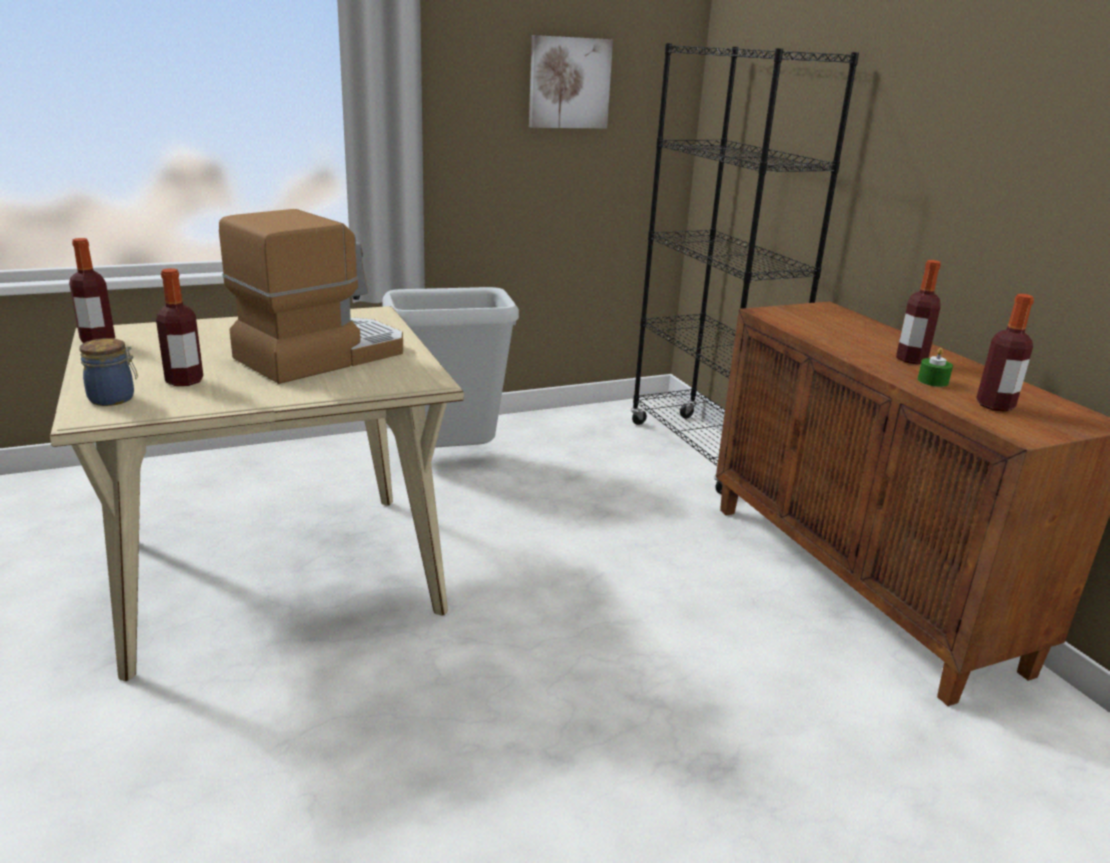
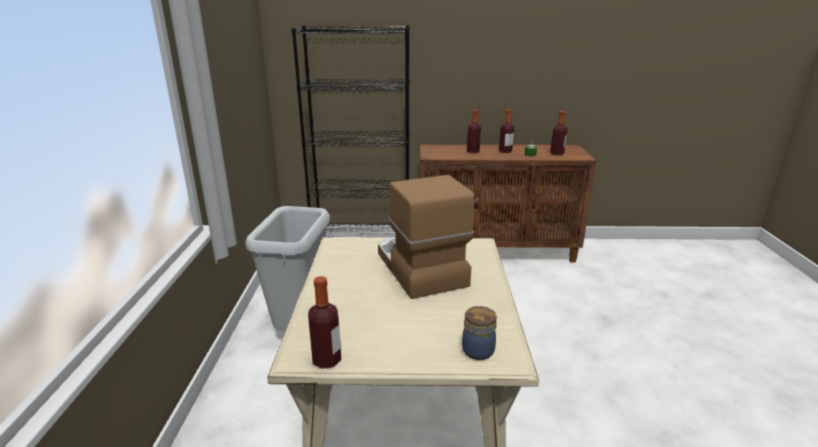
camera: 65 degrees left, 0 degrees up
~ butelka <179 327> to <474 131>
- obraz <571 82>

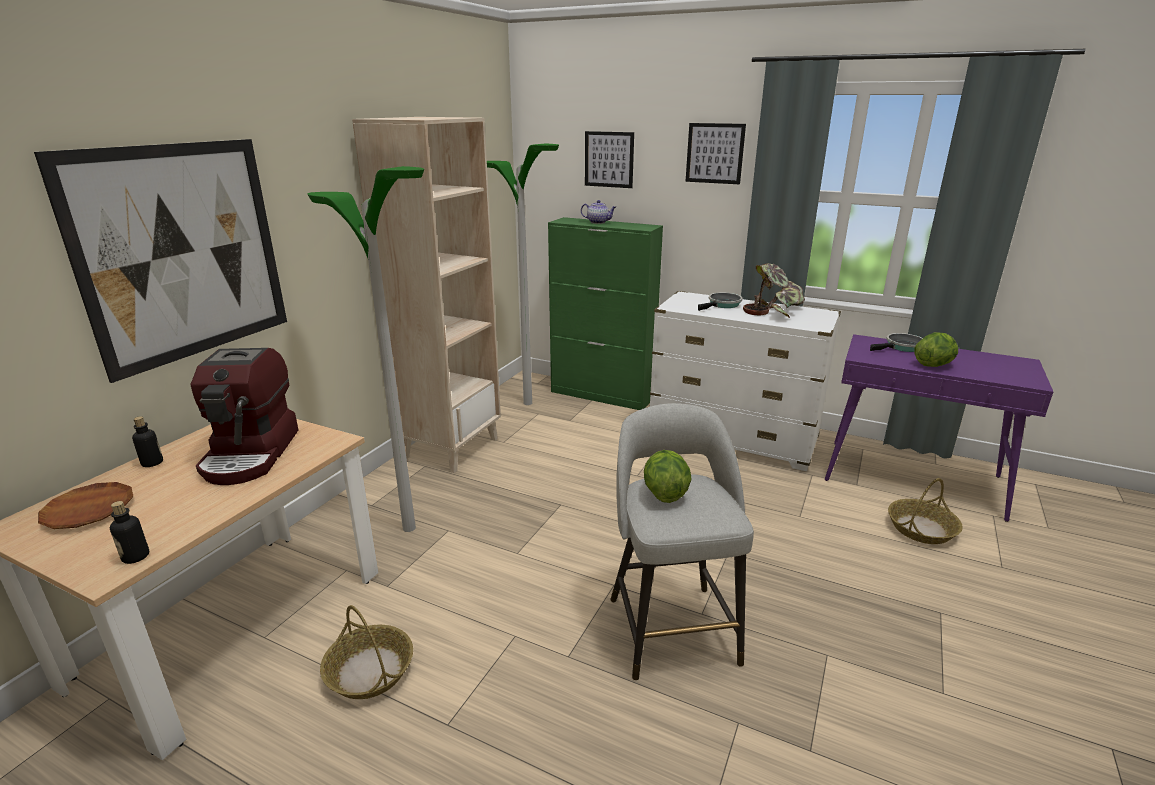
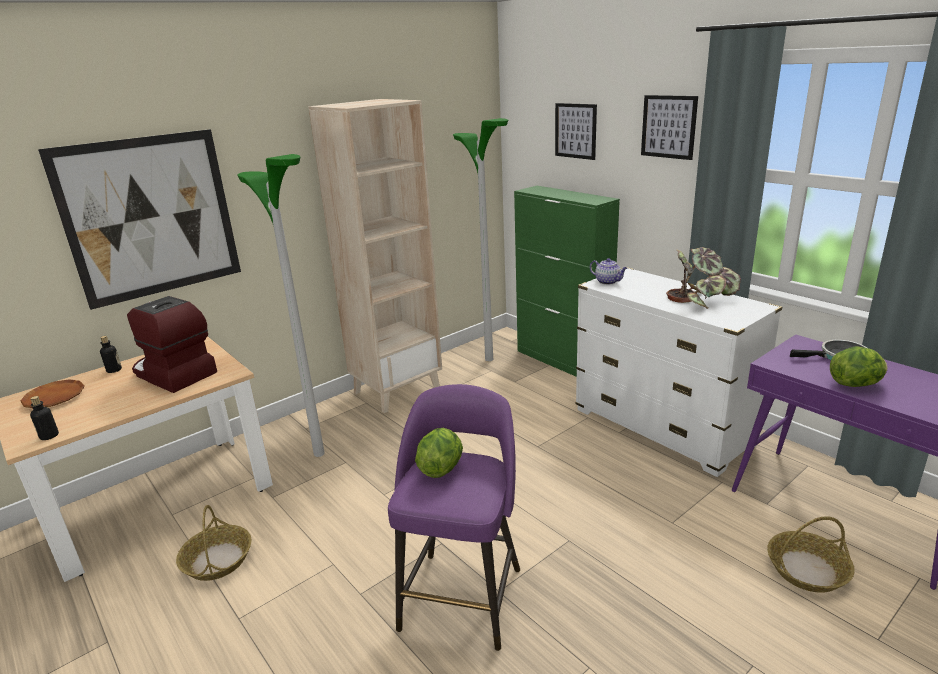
camera: 25 degrees right, 0 degrees up
~ ekspres do kawy <244 416> = <172 344> 105 degrees clockwise
~ stołek/szary <682 541> to stołek/fioletowy <454 517>
~ imbryk <598 212> to <608 271>
- patelnia <720 301>

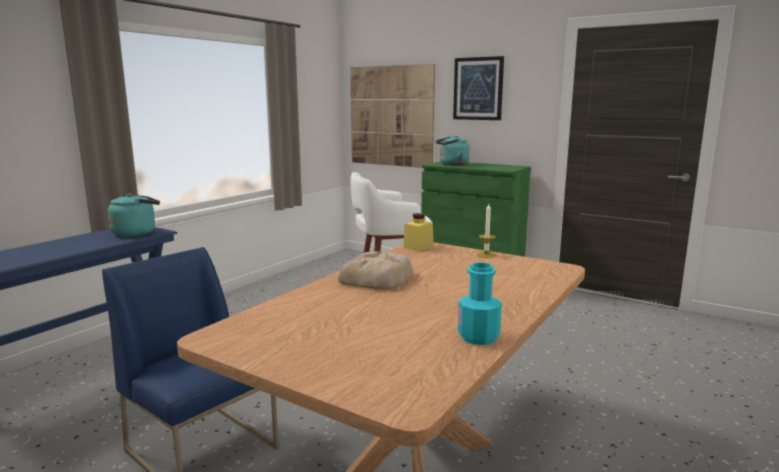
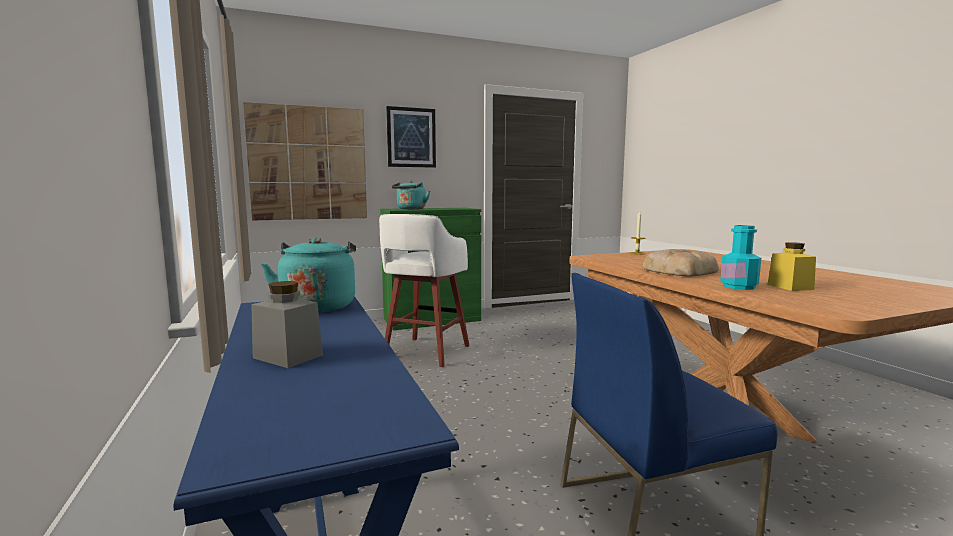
camera: 55 degrees left, 5 degrees down
+ słoik/szary <287 324>
~ butelka/turkusowy <480 303> to <740 257>
~ słoik/żółty <418 232> to <791 266>

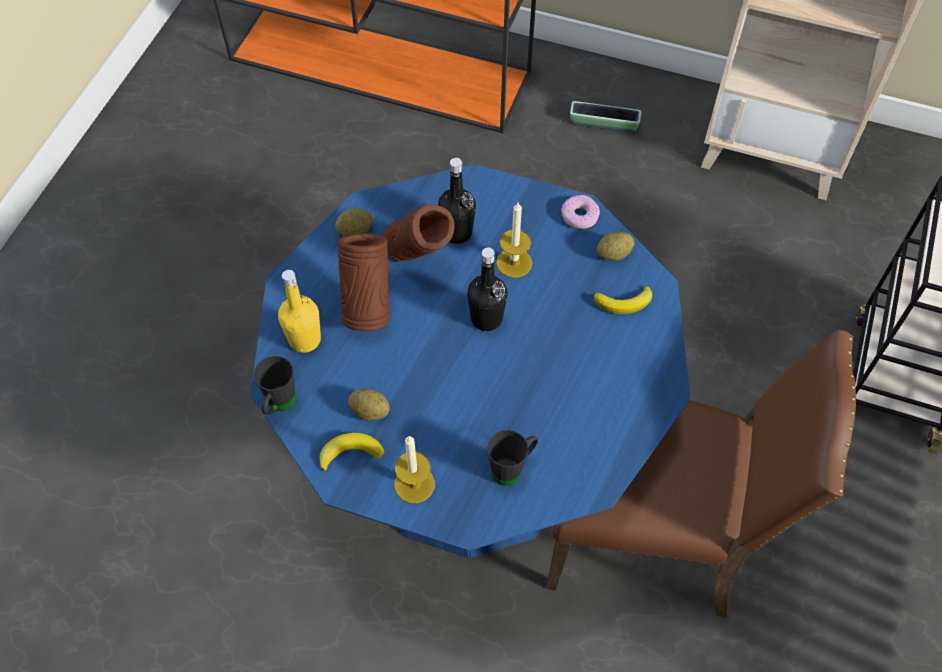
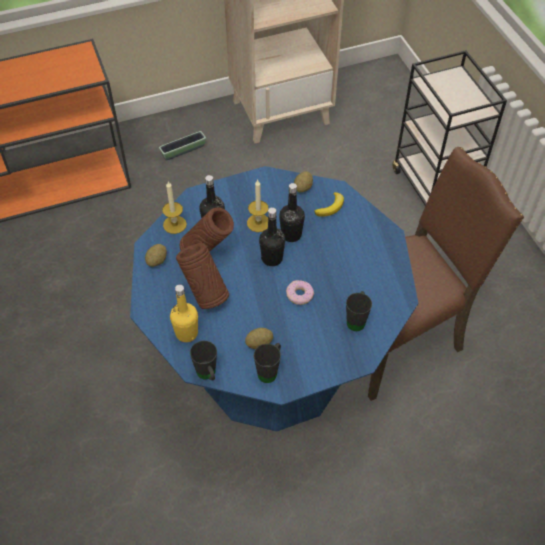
camera: 40 degrees left, 5 degrees down
~ świeca <414 469> to <174 208>
~ banan <351 452> to kubek/czarny <267 363>
+ butelka/czarny <292 212>
~ donut <580 212> to <300 292>

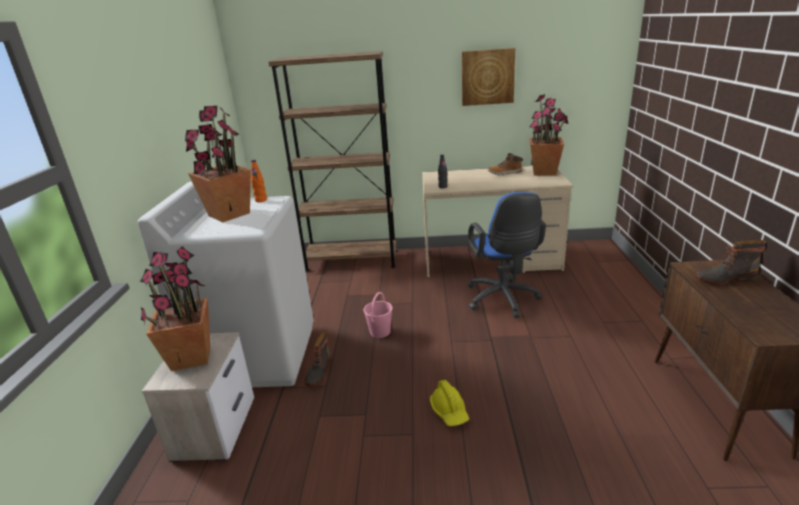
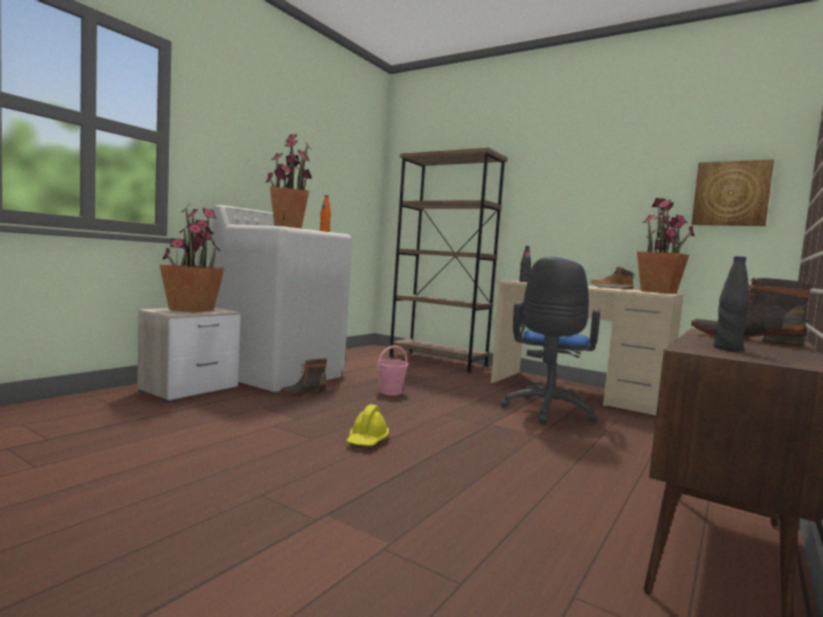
camera: 30 degrees right, 20 degrees down
~ obraz <488 77> to <733 192>
+ butelka/czarny <731 303>

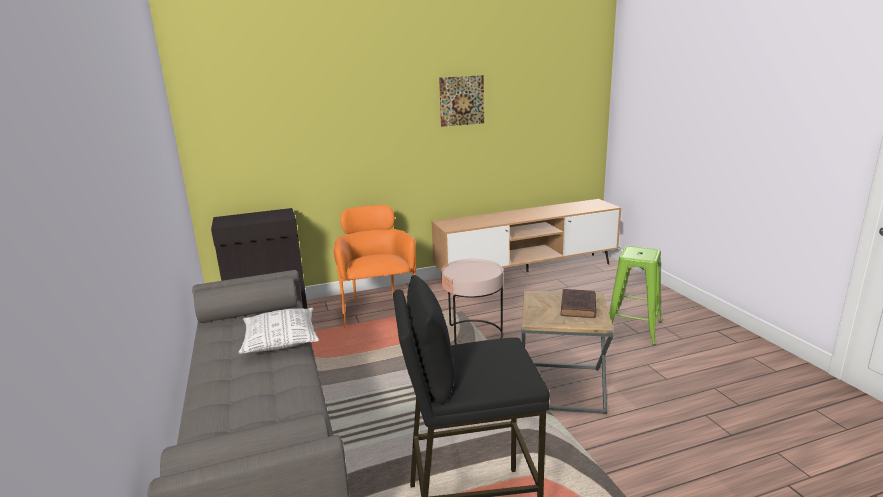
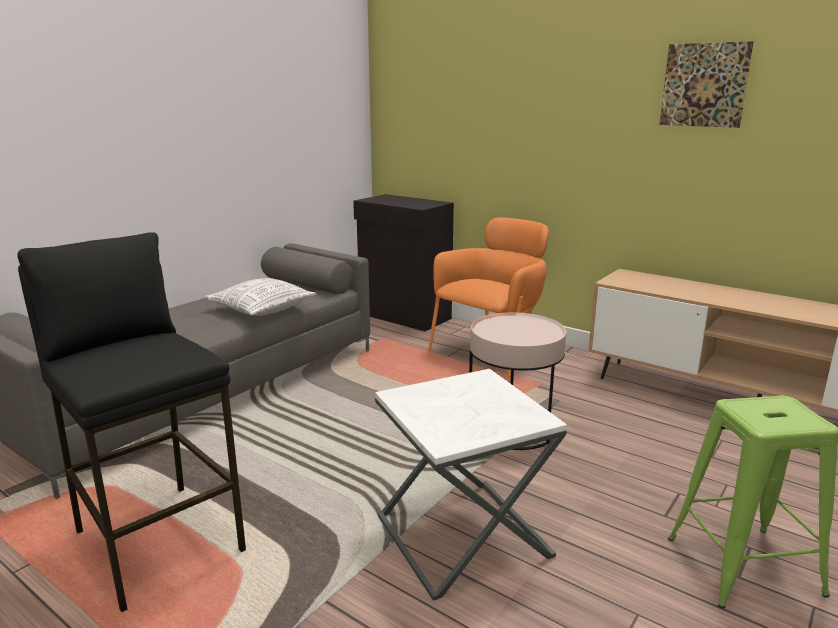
camera: 55 degrees right, 0 degrees up
~ stolik/brązowy <568 352> to stolik/biały <471 484>
- książka/brązowy <578 303>

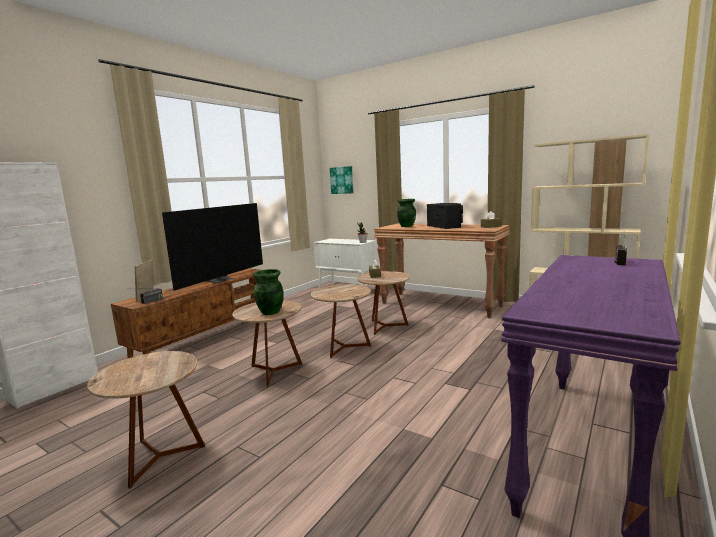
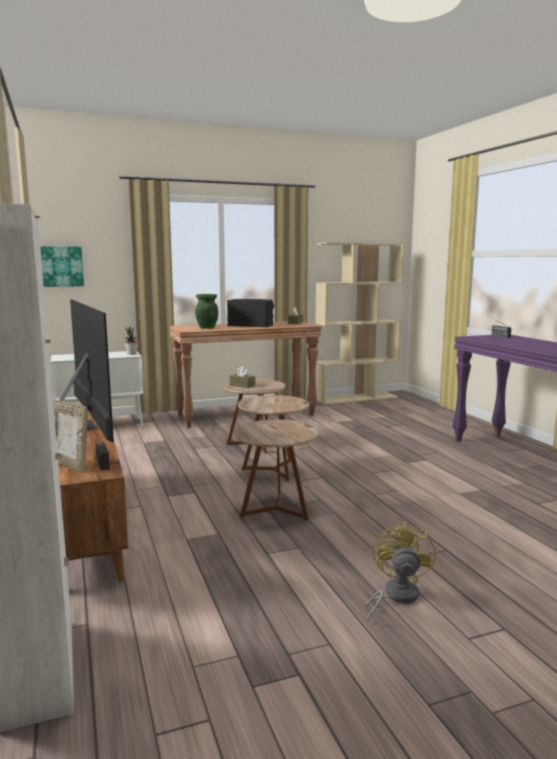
camera: 55 degrees left, 0 degrees up
~ stolik/brązowy <146 420> to wentylator/żółty <400 572>
- wazon/zielony <268 292>

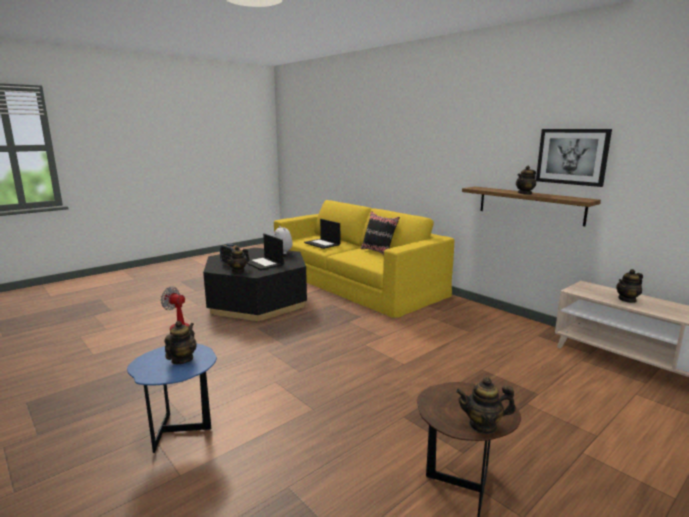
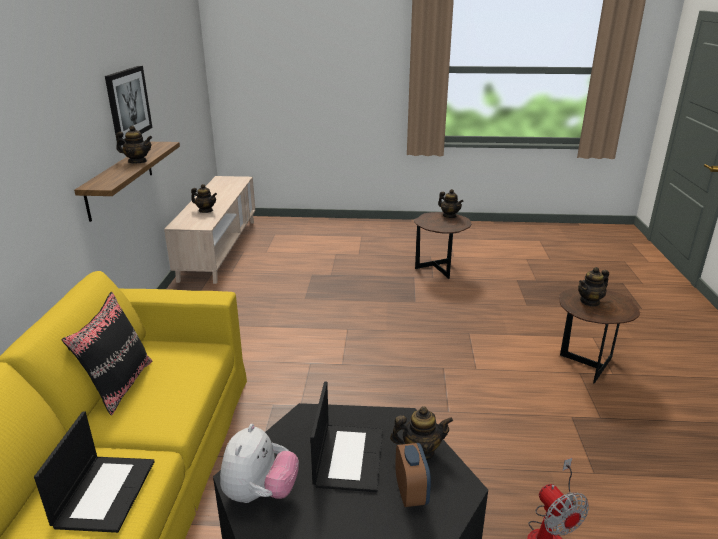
camera: 135 degrees left, 10 degrees up
~ stolik/niebieski <172 398> to stolik/brązowy <599 336>

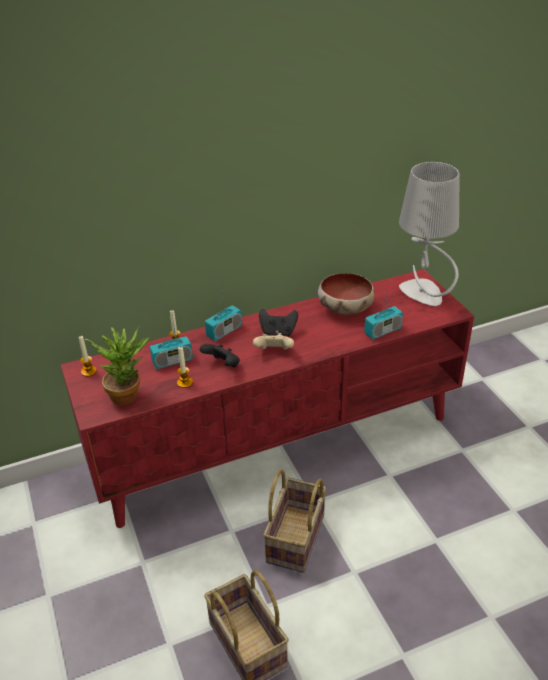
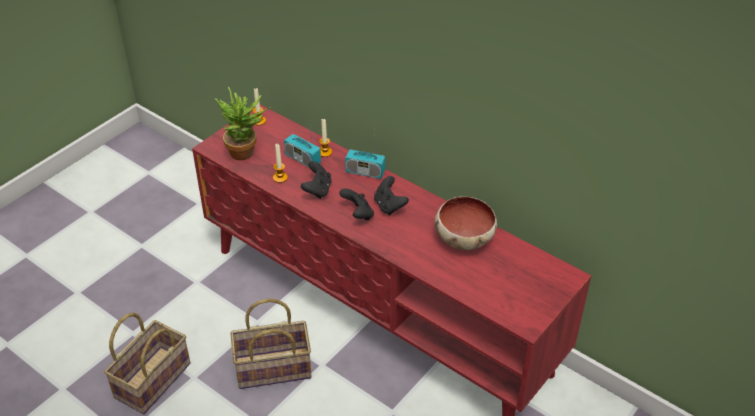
camera: 60 degrees right, 5 degrees up
~ pad do gier/beżowy <273 341> to pad do gier/czarny <356 204>
- radio <383 313>
- lampa stołowa/szary <429 234>

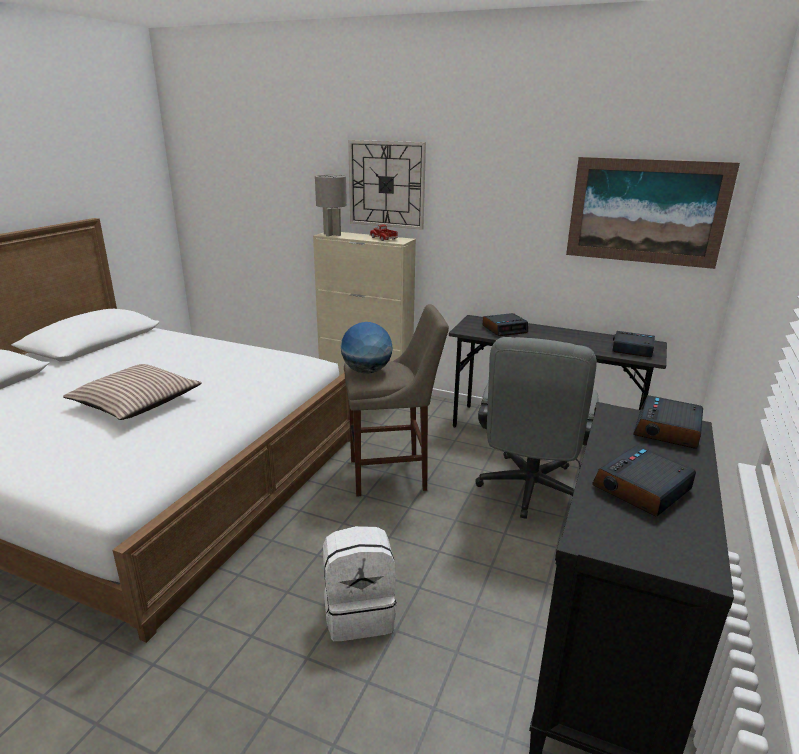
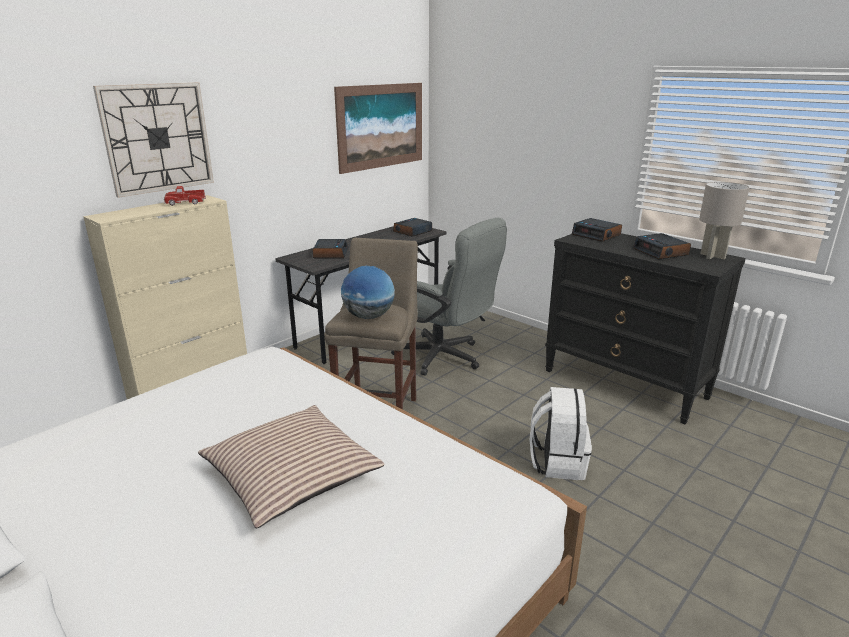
camera: 70 degrees left, 0 degrees up
~ lampa stołowa/szary <331 206> to <724 220>

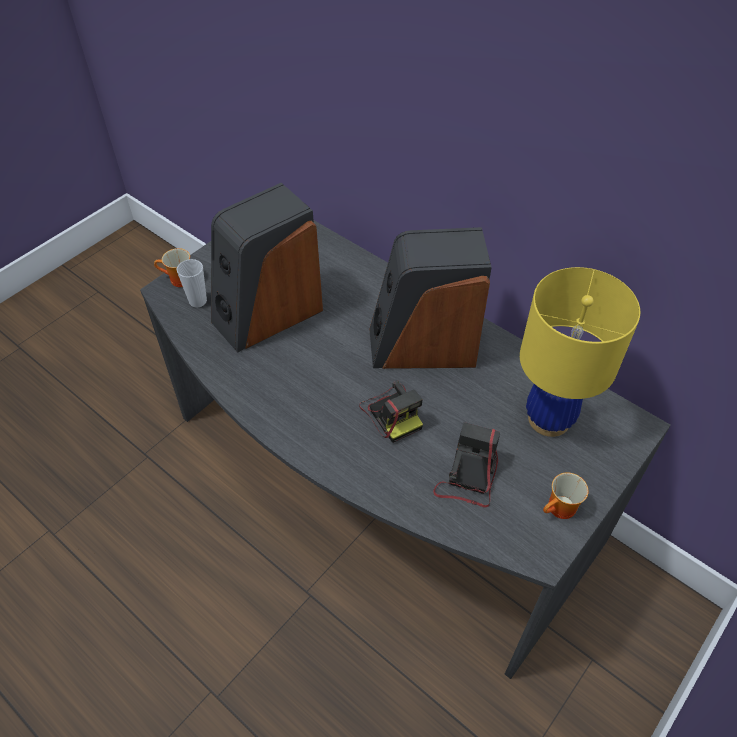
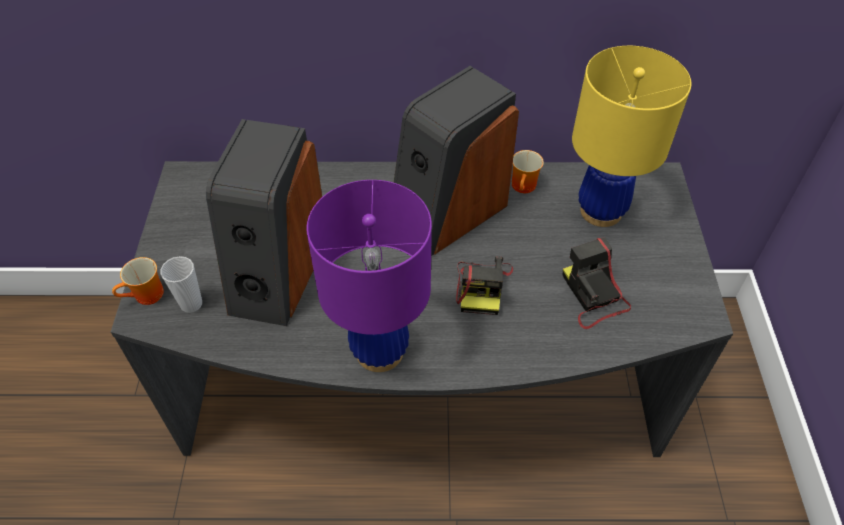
camera: 40 degrees left, 0 degrees up
+ lampa stołowa/fioletowy <369 276>
~ aparat fotograficzny <391 411> = <484 285> 75 degrees clockwise
~ kubek <566 496> to <528 171>

